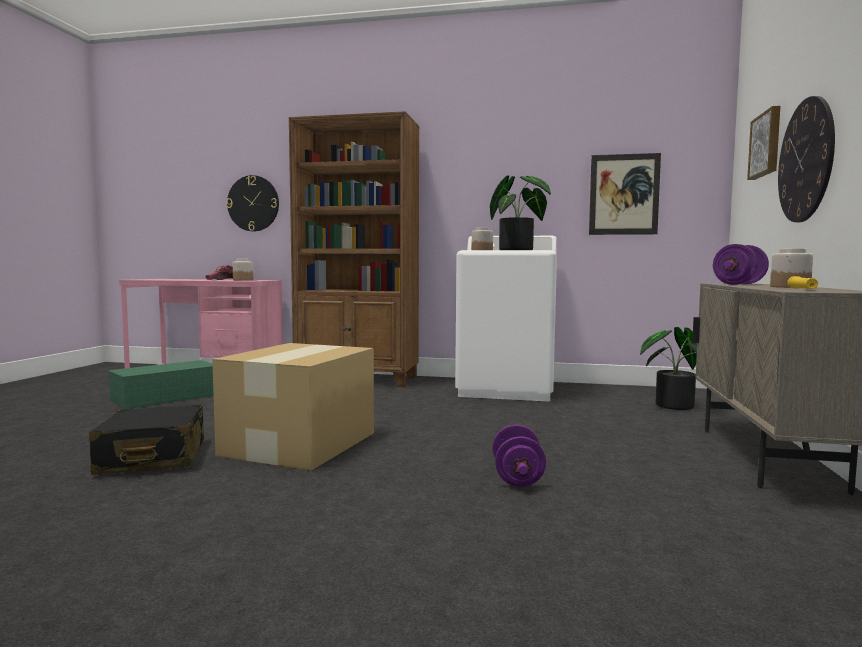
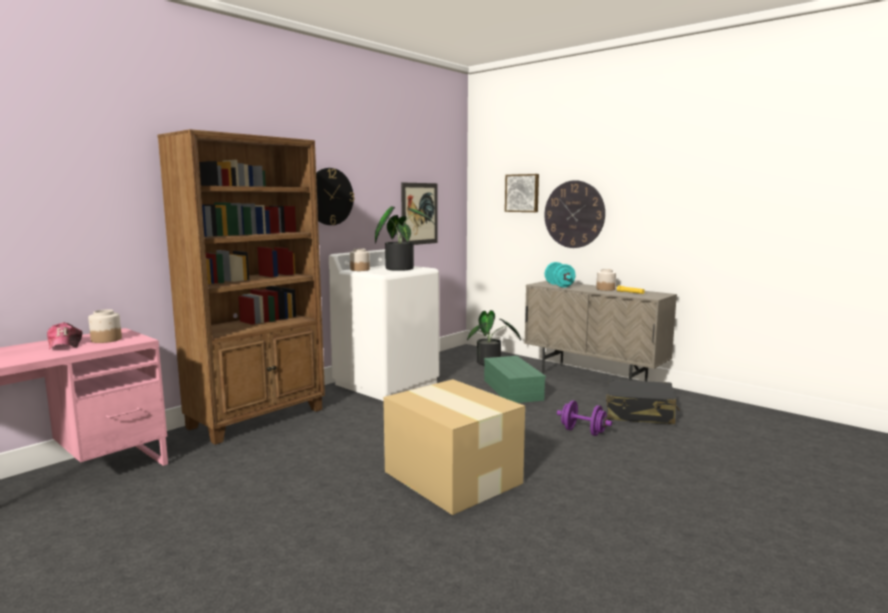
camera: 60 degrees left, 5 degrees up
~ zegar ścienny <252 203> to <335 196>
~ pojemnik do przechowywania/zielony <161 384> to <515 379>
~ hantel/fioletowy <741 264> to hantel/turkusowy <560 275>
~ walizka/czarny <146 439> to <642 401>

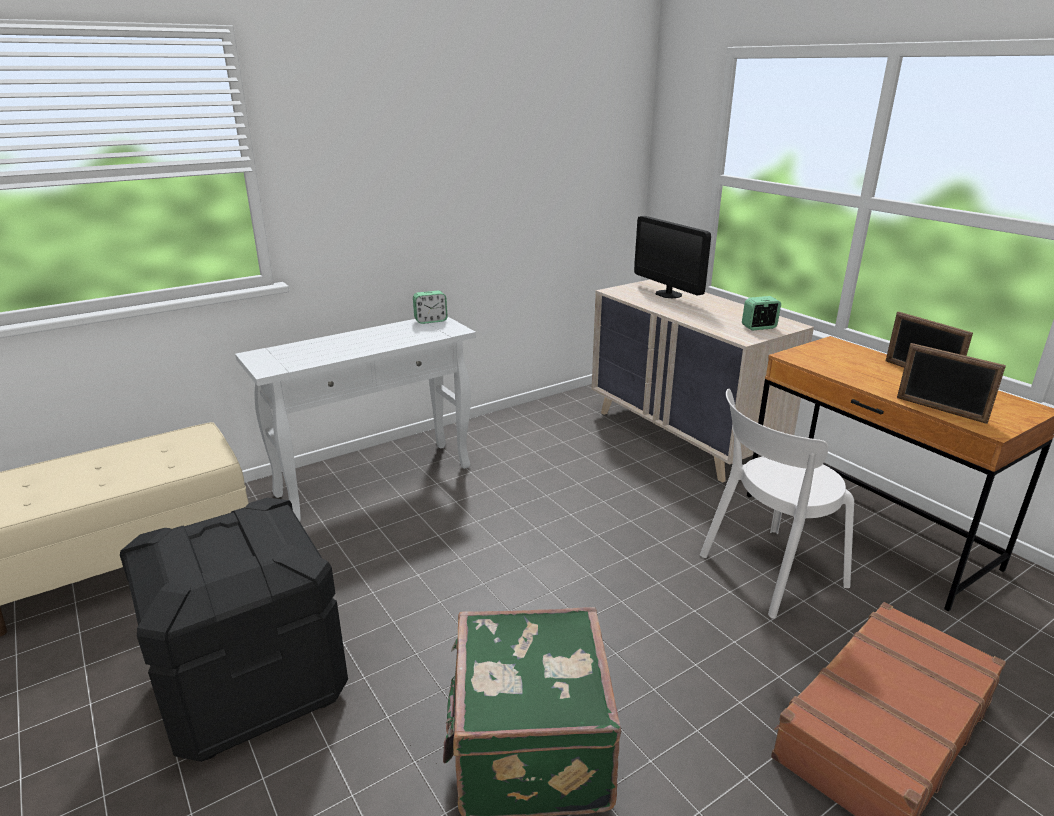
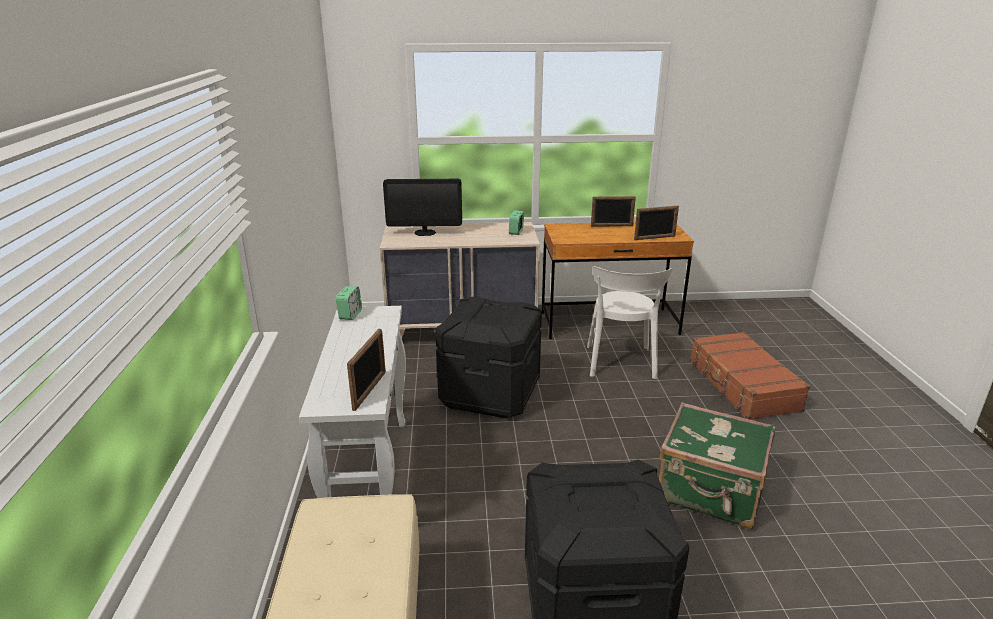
camera: 60 degrees left, 0 degrees up
+ ramka na zdjęcie <366 370>
+ pojemnik do przechowywania/czarny <488 358>

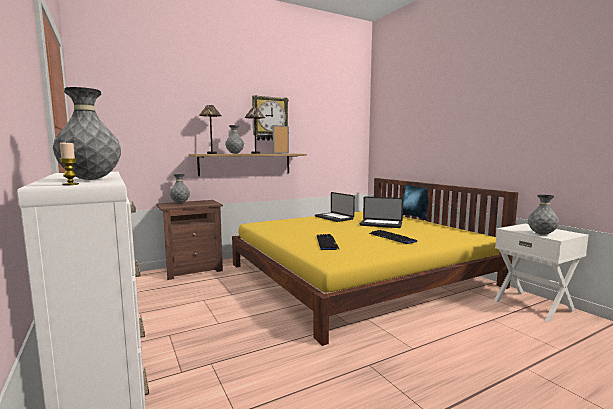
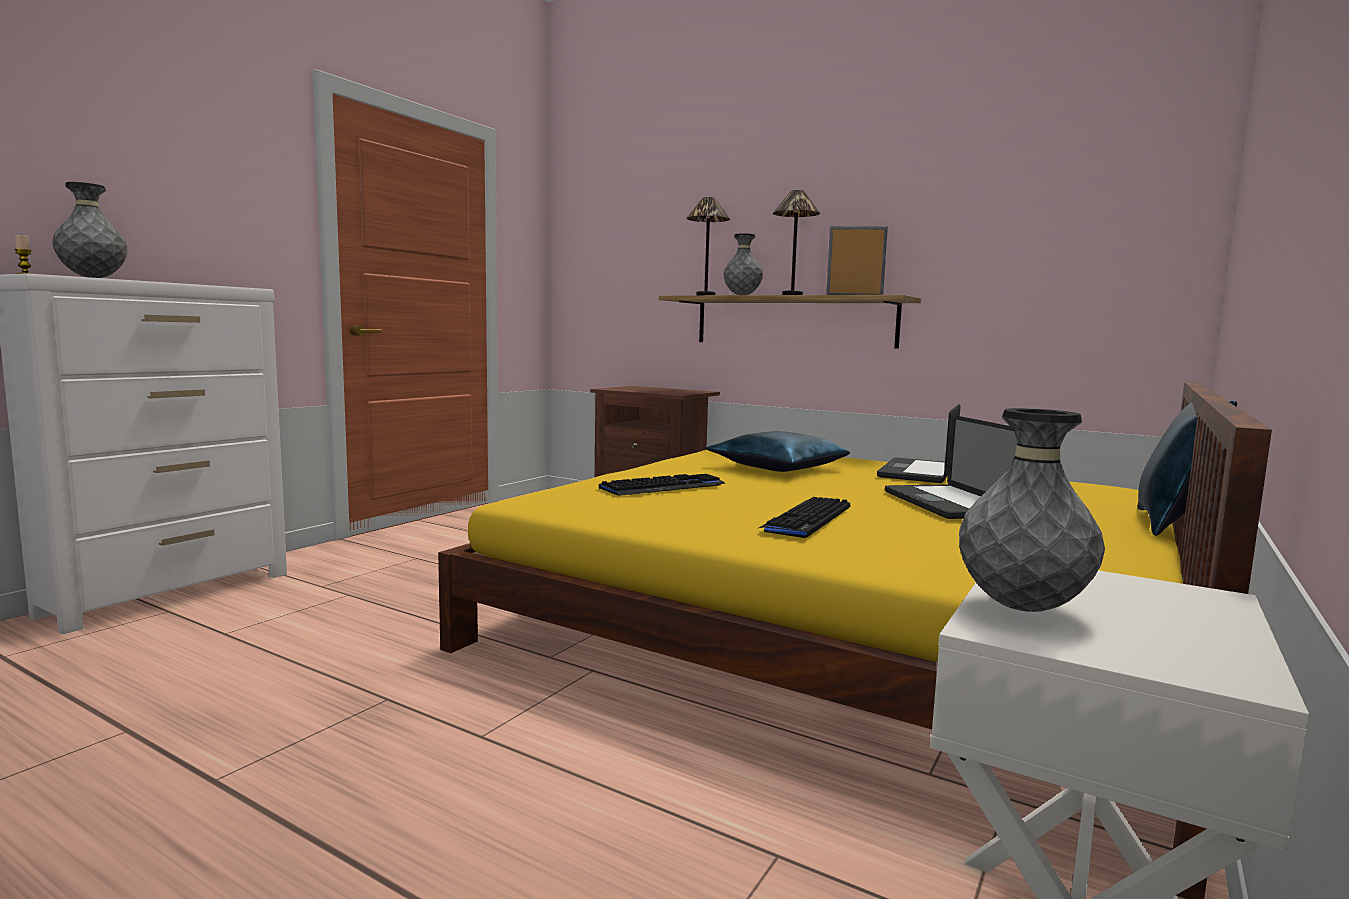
camera: 60 degrees right, 0 degrees up
+ poduszka/niebieski <778 451>
- wazon/szary <180 188>
- zegar ścienny <270 117>

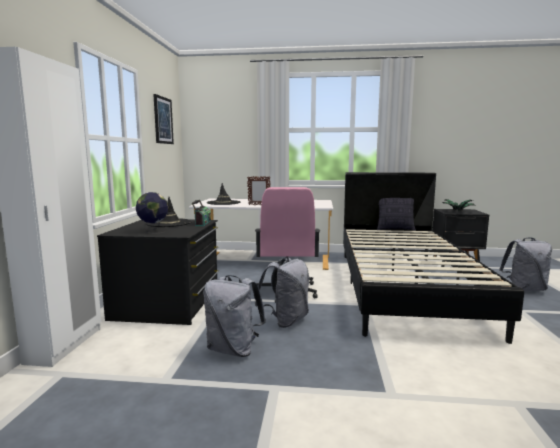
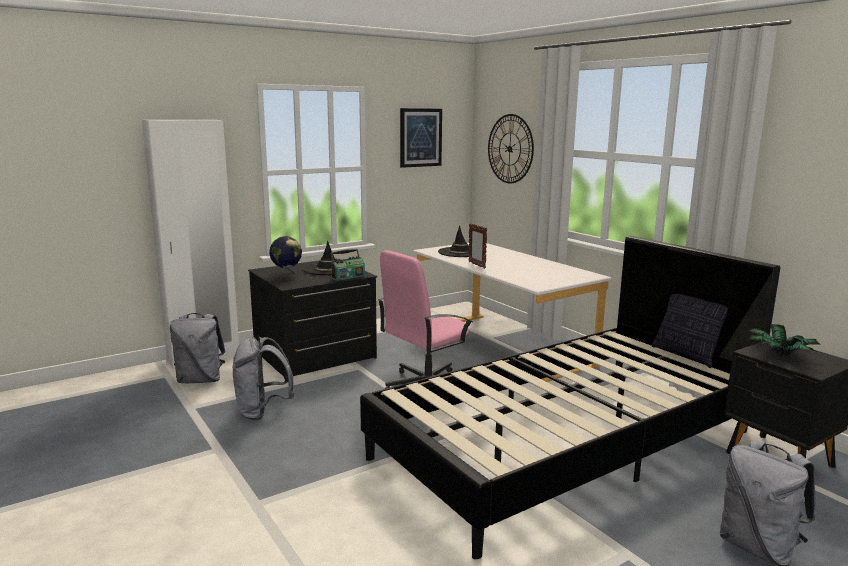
camera: 50 degrees right, 5 degrees up
~ plecak/szary <282 292> to <198 348>
+ zegar ścienny <511 148>

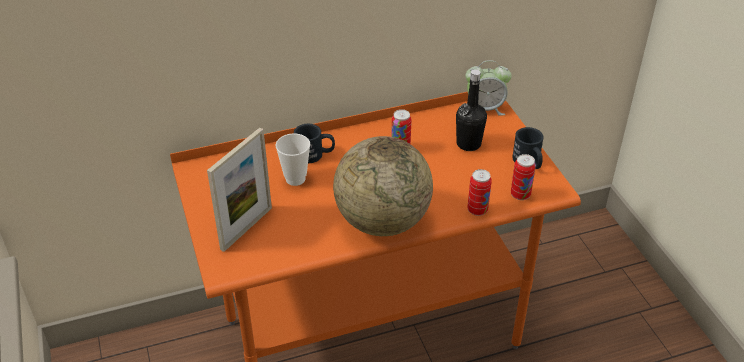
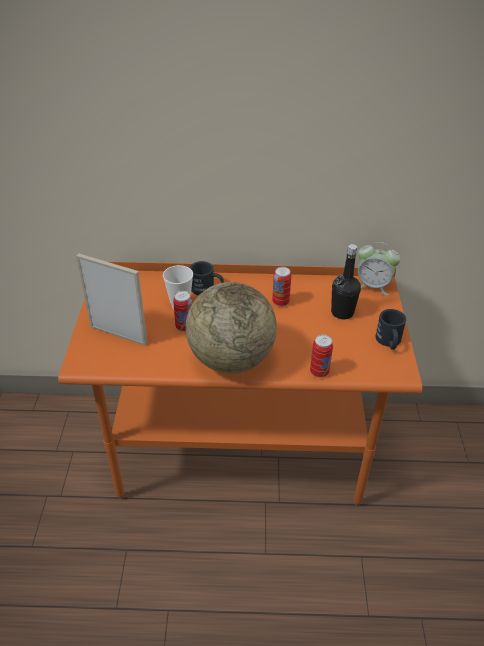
camera: 20 degrees right, 0 degrees up
~ ramka na zdjęcie <239 190> = <111 300> 120 degrees counterclockwise
~ puszka <523 177> to <182 311>

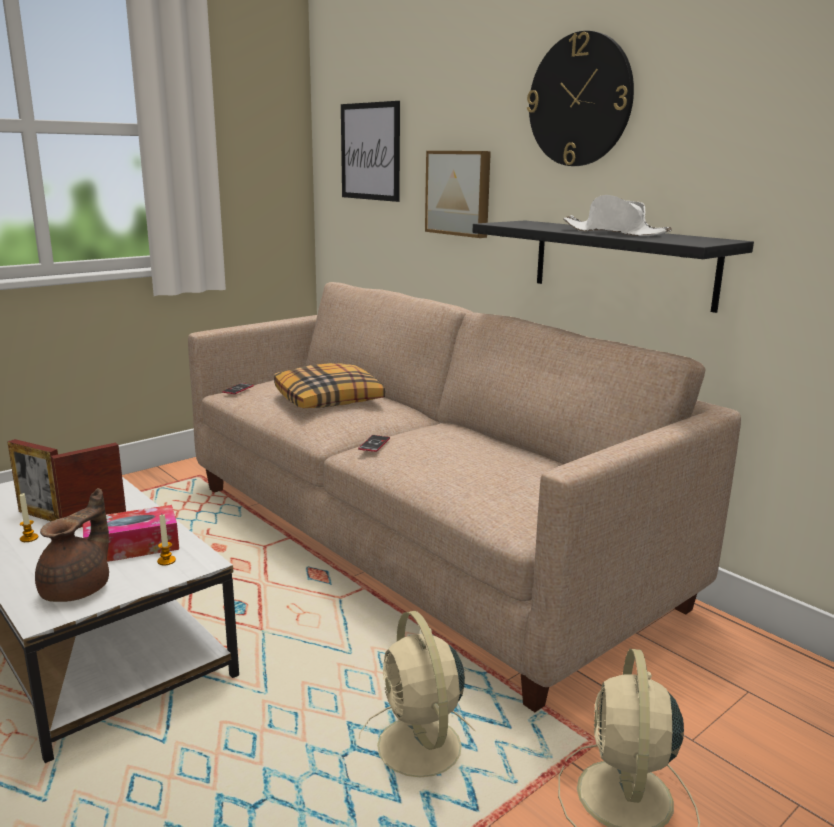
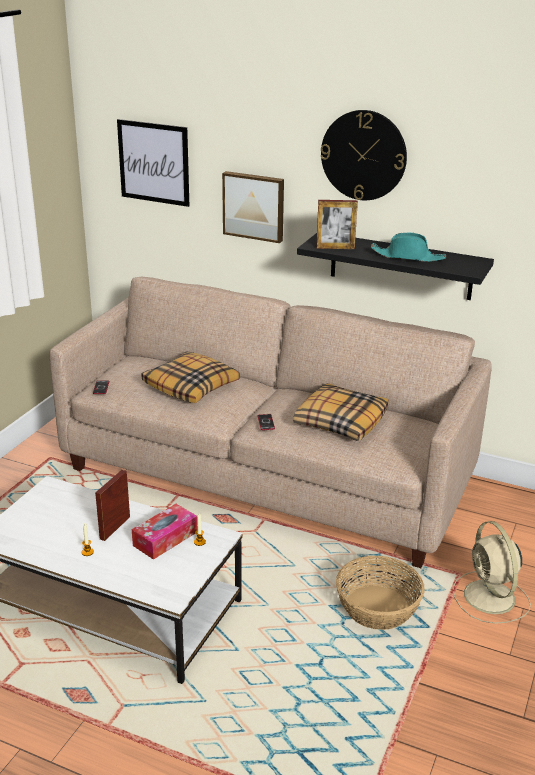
camera: 25 degrees left, 10 degrees up
+ poduszka <340 412>
~ ramka na zdjęcie <33 480> to <337 224>
~ wentylator/beżowy <417 694> to koszyk <380 593>
~ kapelusz/biały <617 215> to kapelusz/turkusowy <408 247>
- imbryk/brązowy <72 545>

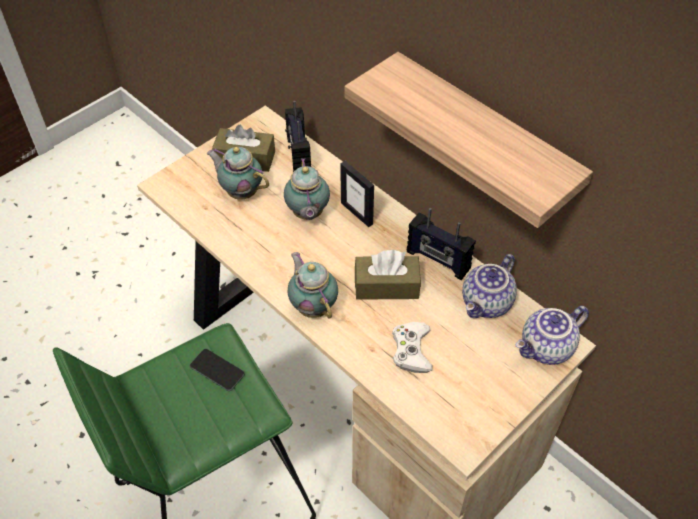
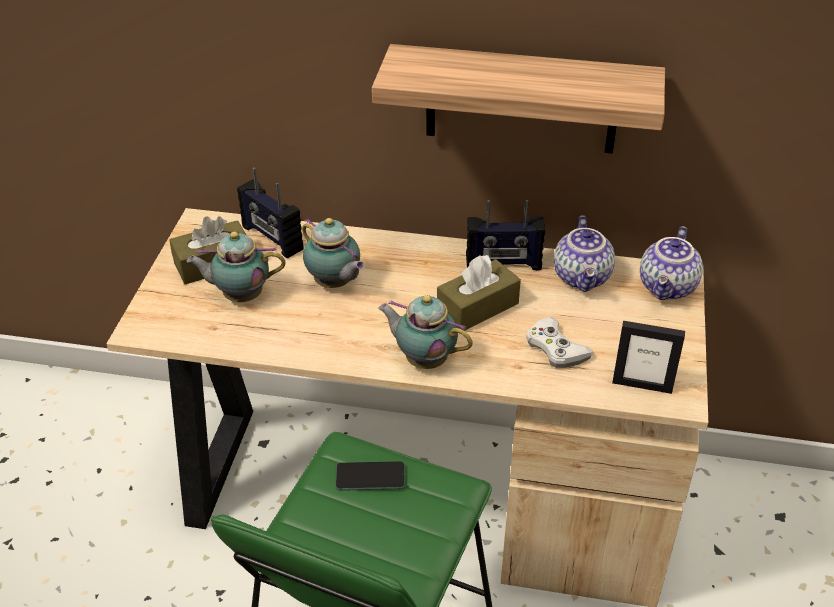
camera: 35 degrees left, 10 degrees down
~ ramka na zdjęcie <357 194> to <648 357>

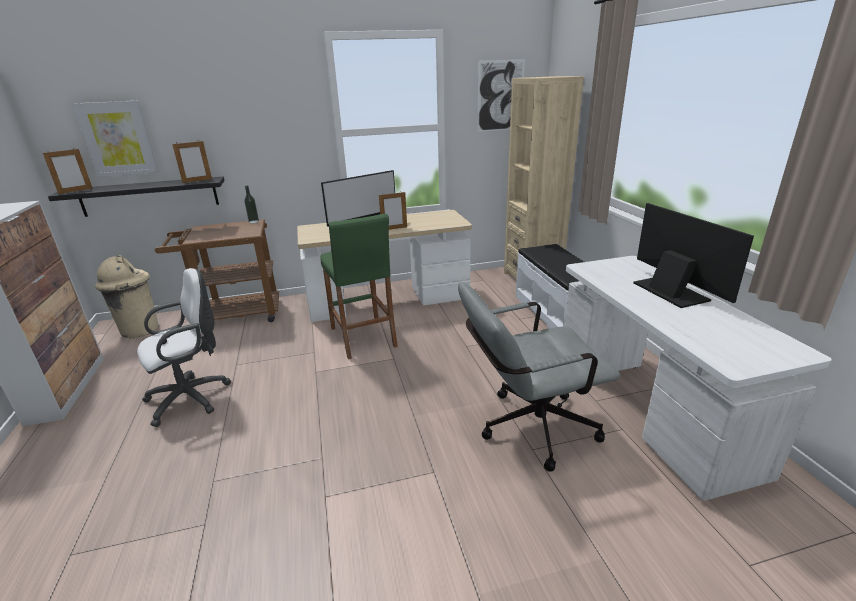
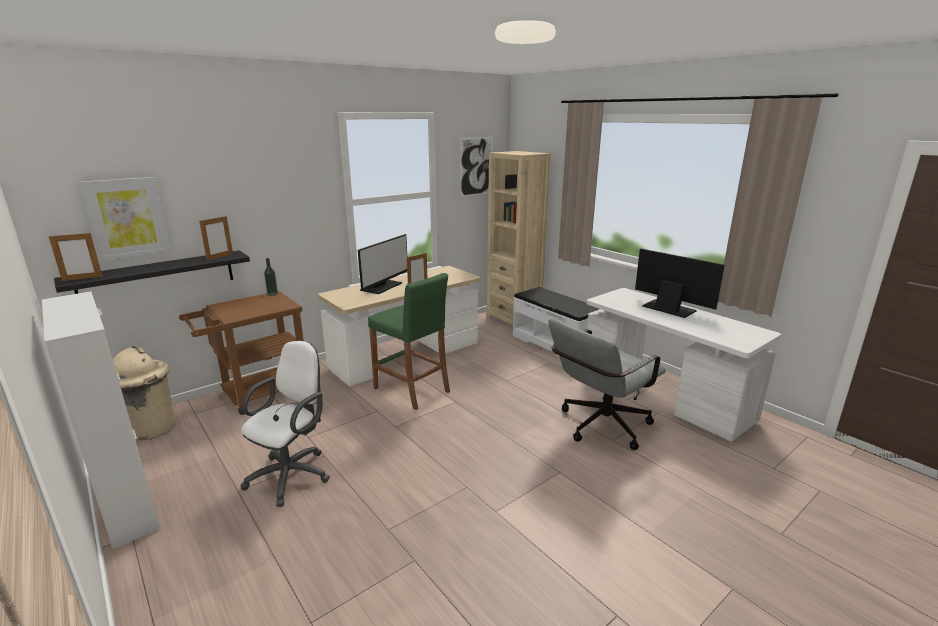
camera: 25 degrees left, 5 degrees down
~ ramka na zdjęcie <68 171> = <76 256> 45 degrees clockwise

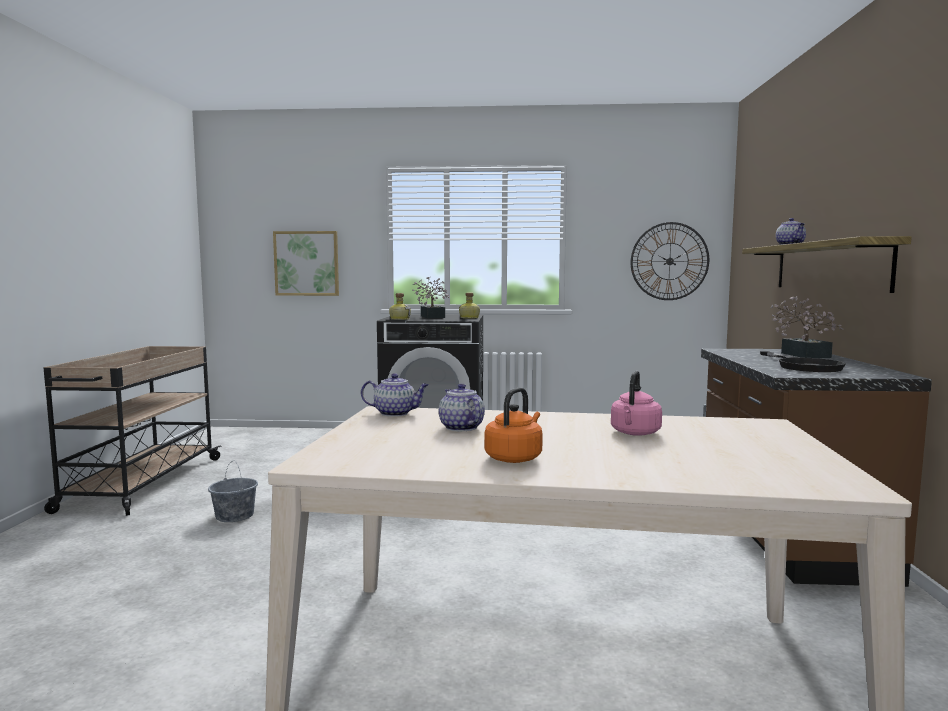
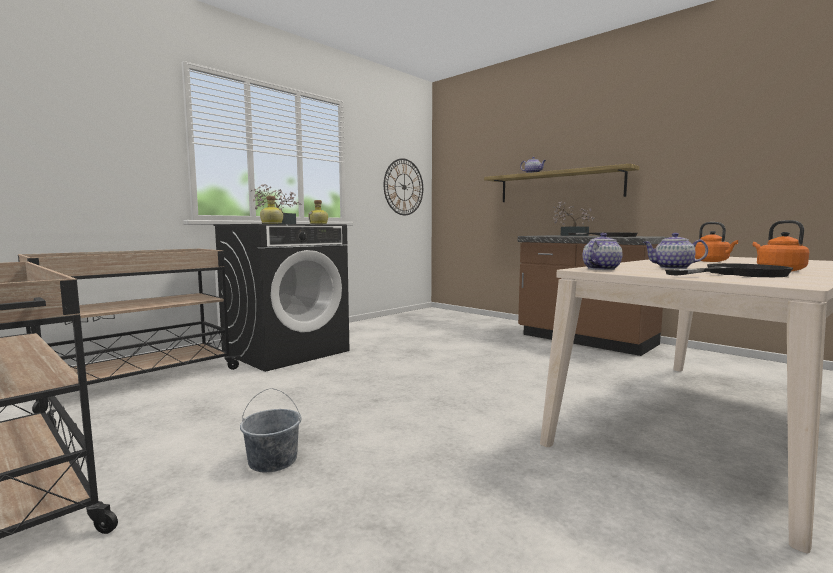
camera: 50 degrees left, 0 degrees up
+ wózek/beżowy <129 331>
+ patelnia/czarny <729 270>
~ czajnik/różowy <636 403> to czajnik/pomarańczowy <716 242>
- obraz <306 263>

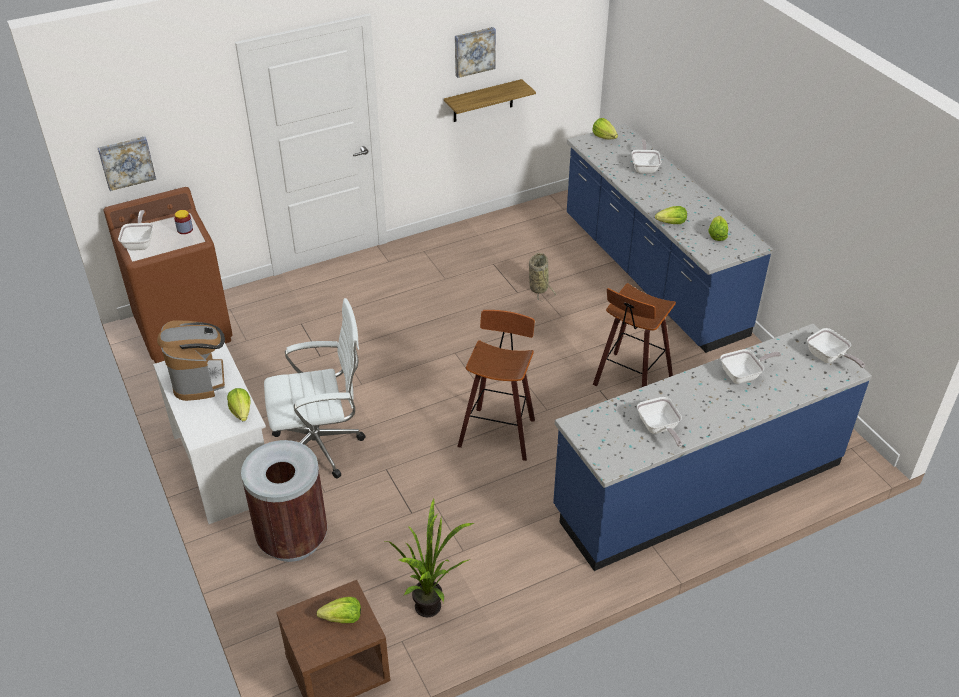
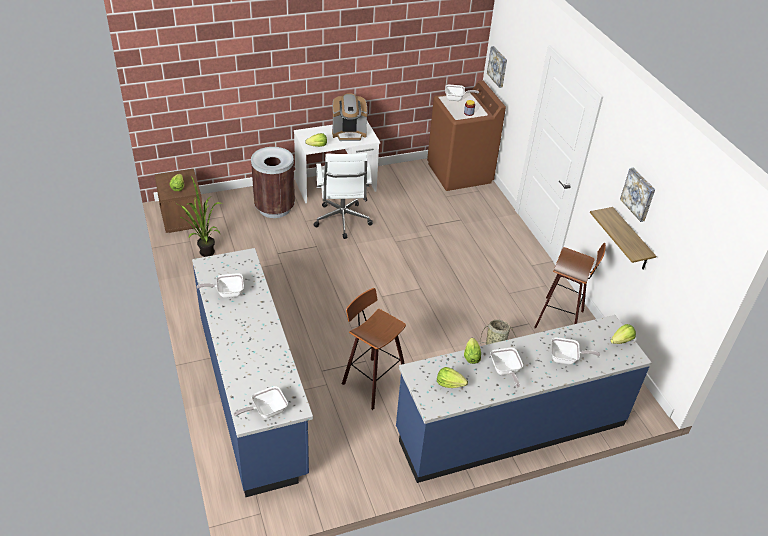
camera: 95 degrees right, 0 degrees up
~ patelnia <750 366> to <506 368>
~ stołek <496 385> to <570 285>

